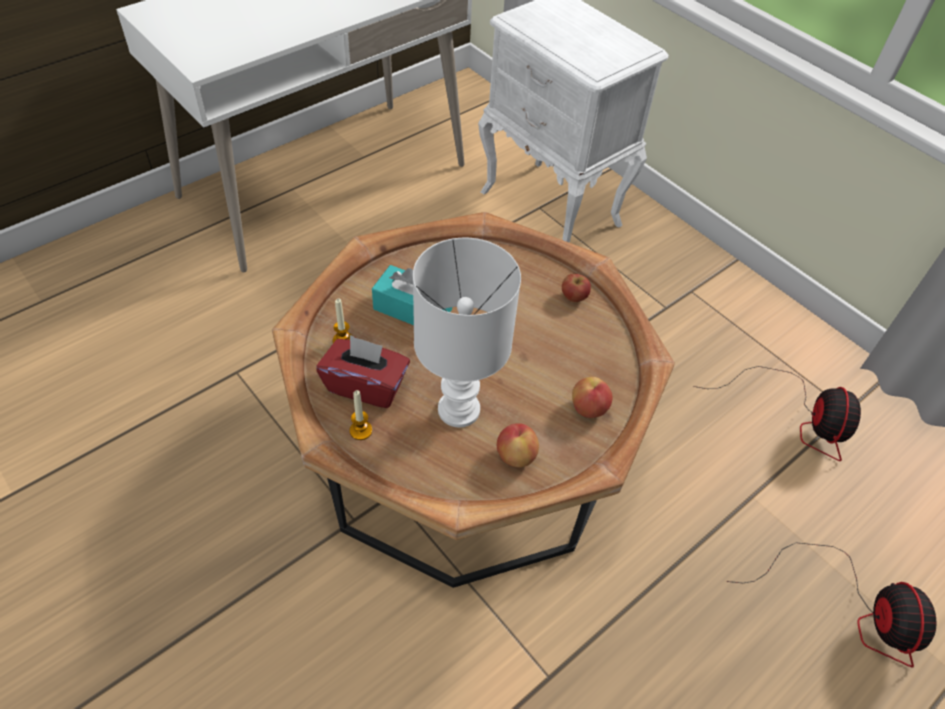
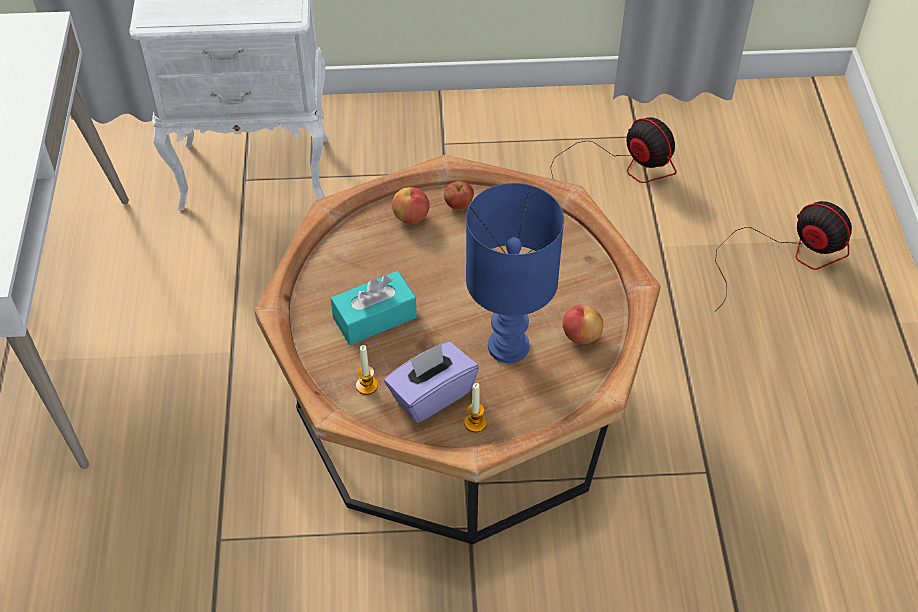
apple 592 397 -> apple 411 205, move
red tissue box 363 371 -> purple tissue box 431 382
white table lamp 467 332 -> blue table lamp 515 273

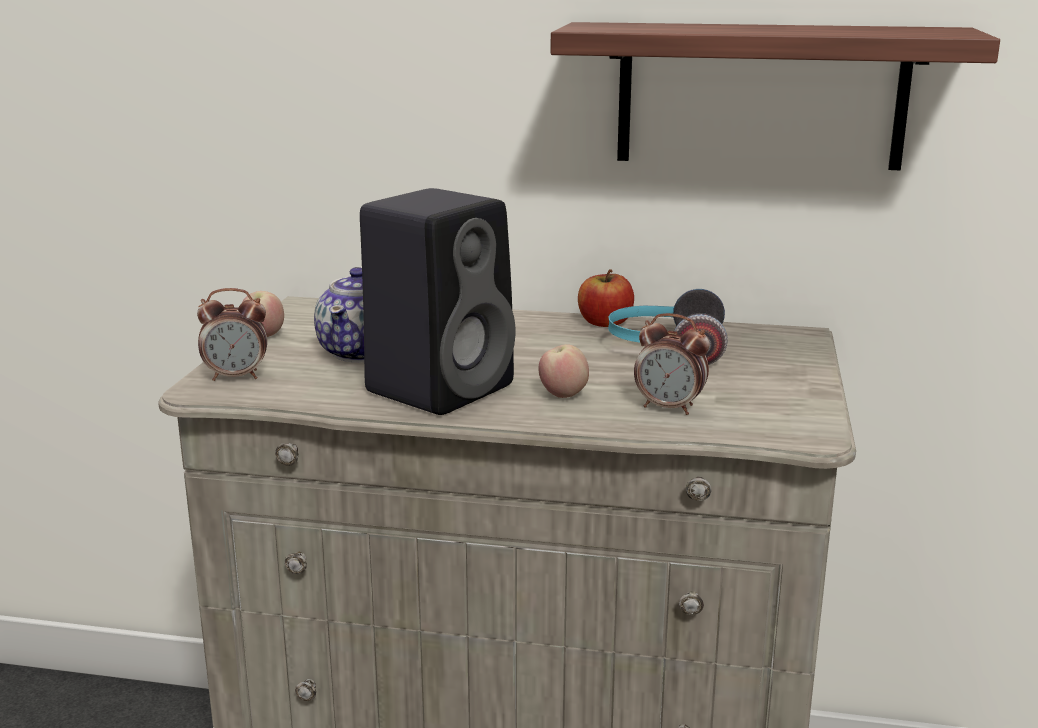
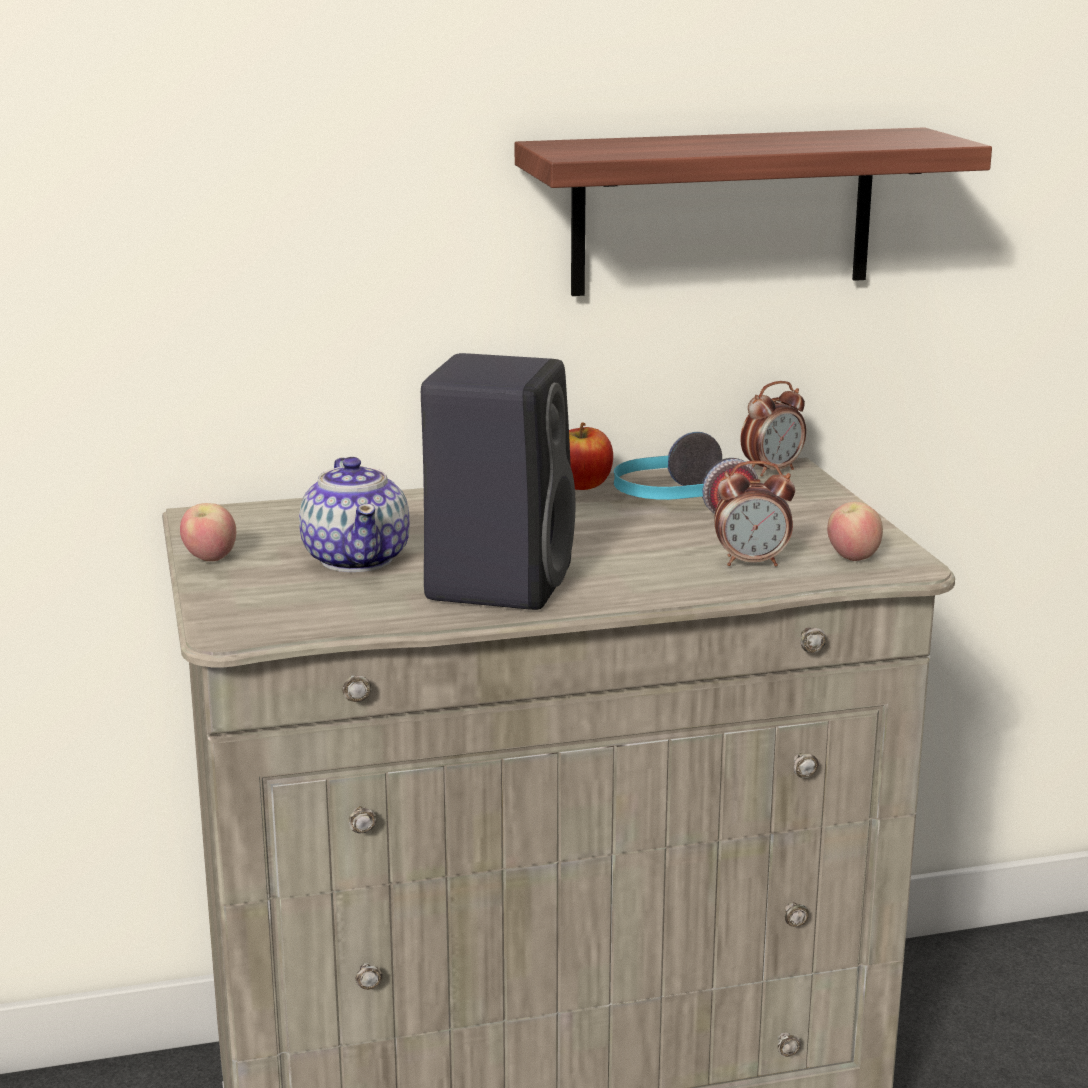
alarm clock 232 334 -> alarm clock 773 429, move
apple 564 371 -> apple 855 531, move

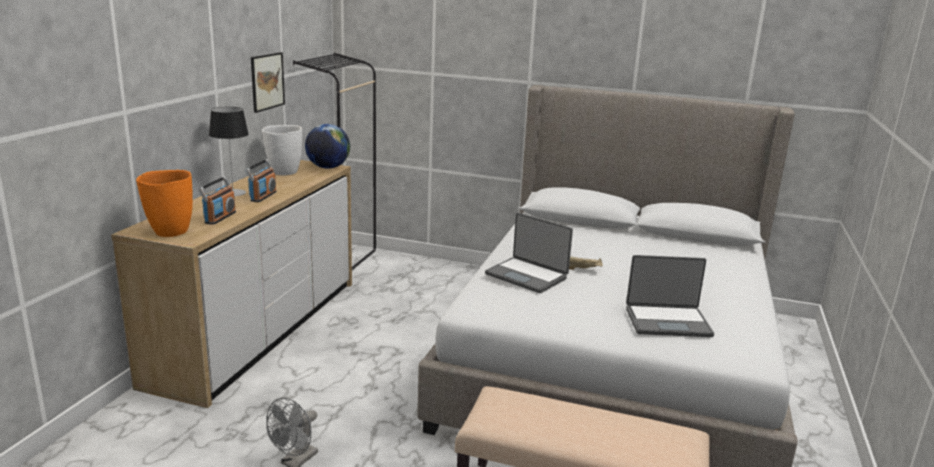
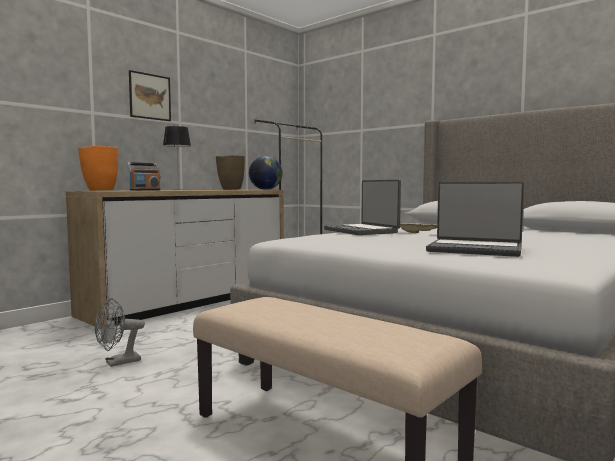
radio 261 180 -> none
picture 268 82 -> picture 150 95, move
white vase 282 150 -> brown vase 230 172

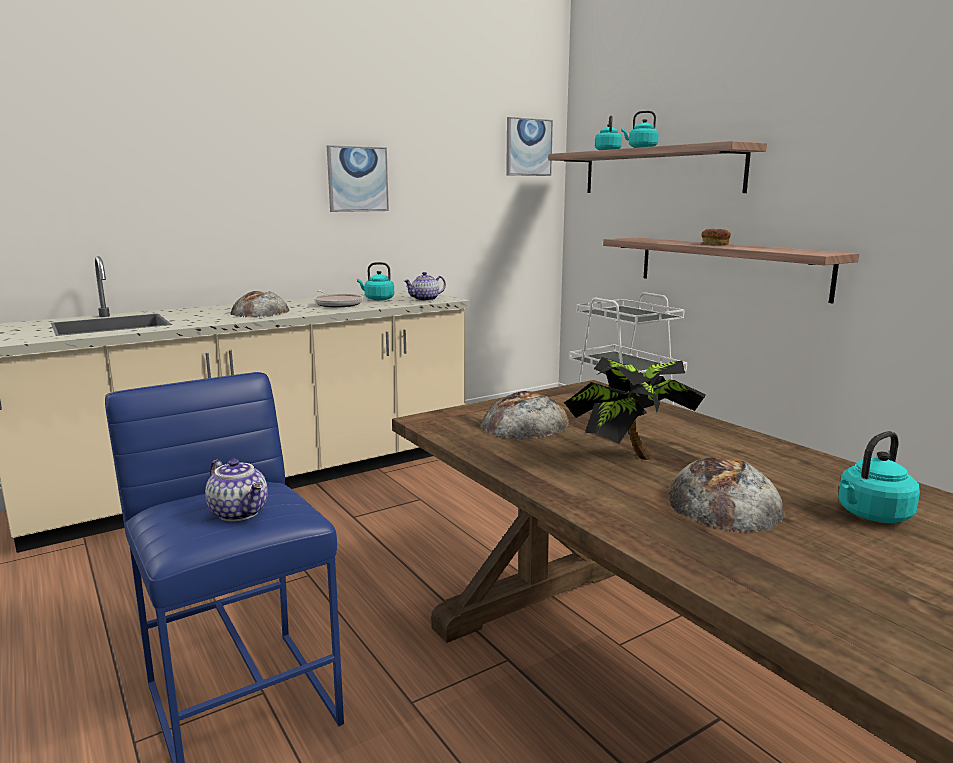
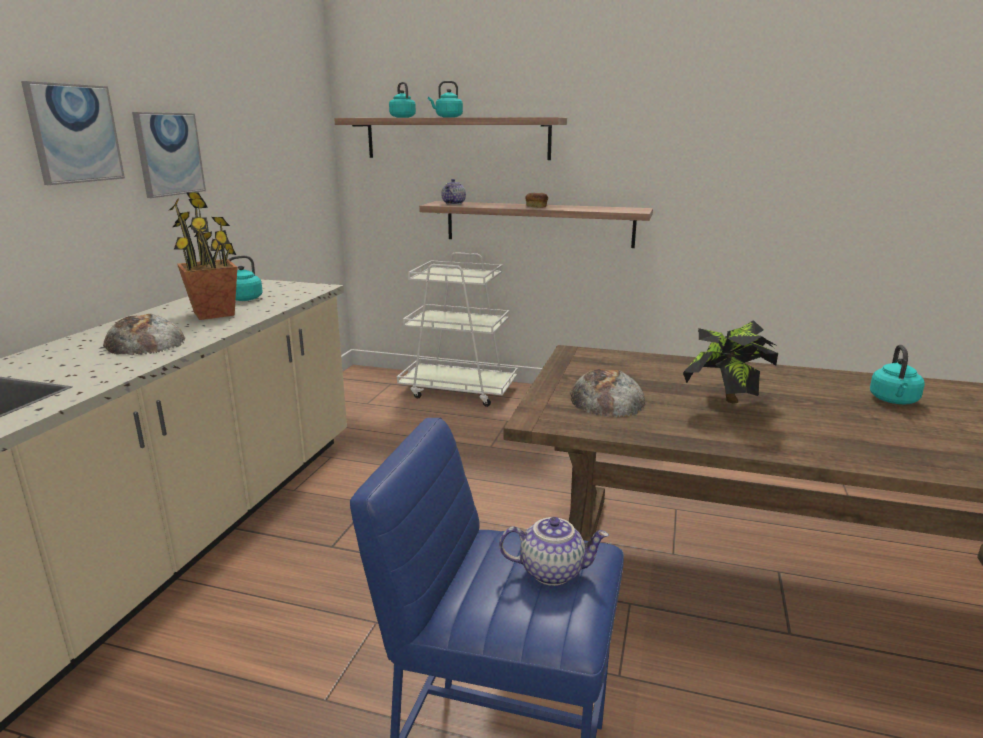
bread 726 495 -> none
teapot 425 286 -> teapot 453 192, move
picture 529 146 -> picture 73 133, move
frying pan 338 298 -> potted plant 203 256

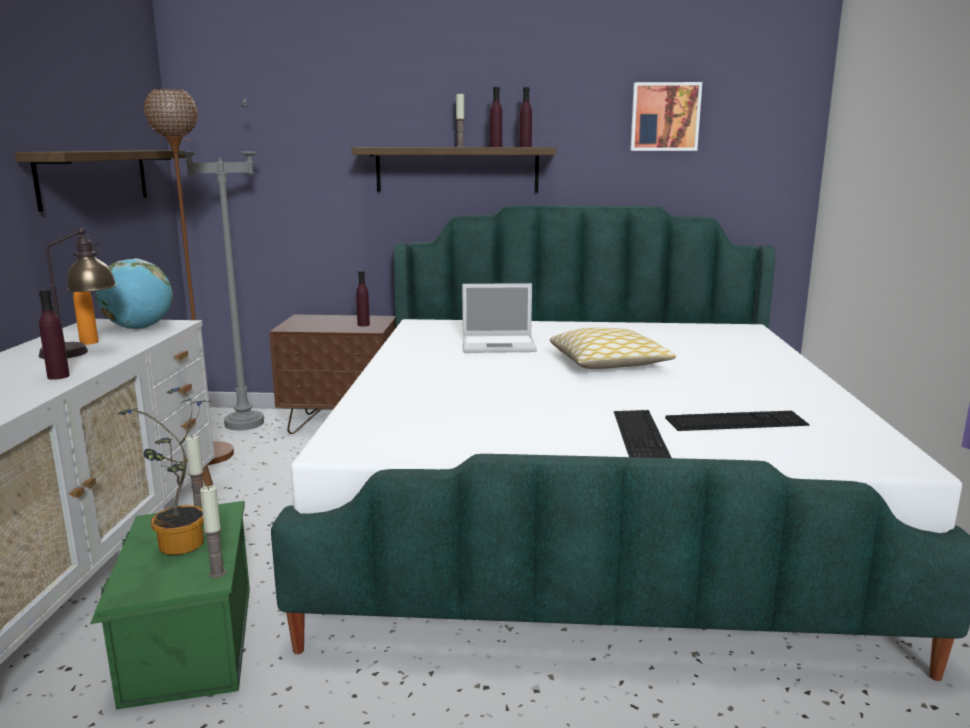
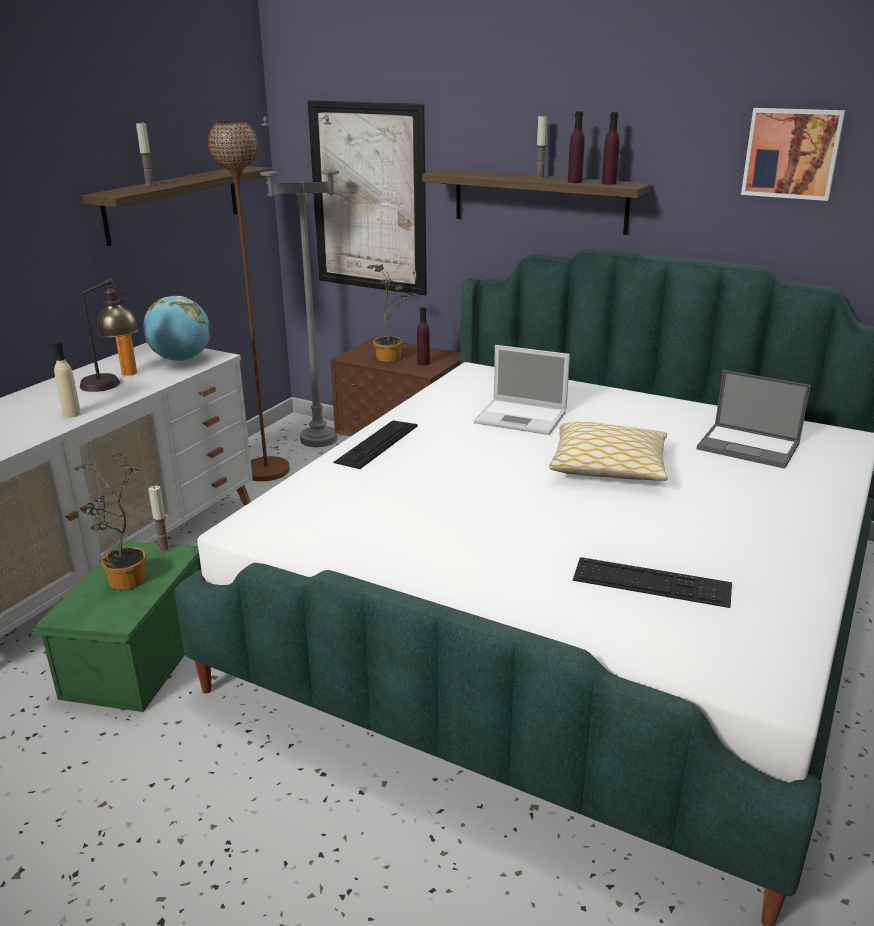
none -> picture 367 197
none -> potted plant 391 313
none -> laptop 754 419
candle 213 532 -> candle 145 153, move
keyboard 642 434 -> keyboard 375 444, move
purple bottle 54 334 -> beige bottle 67 380

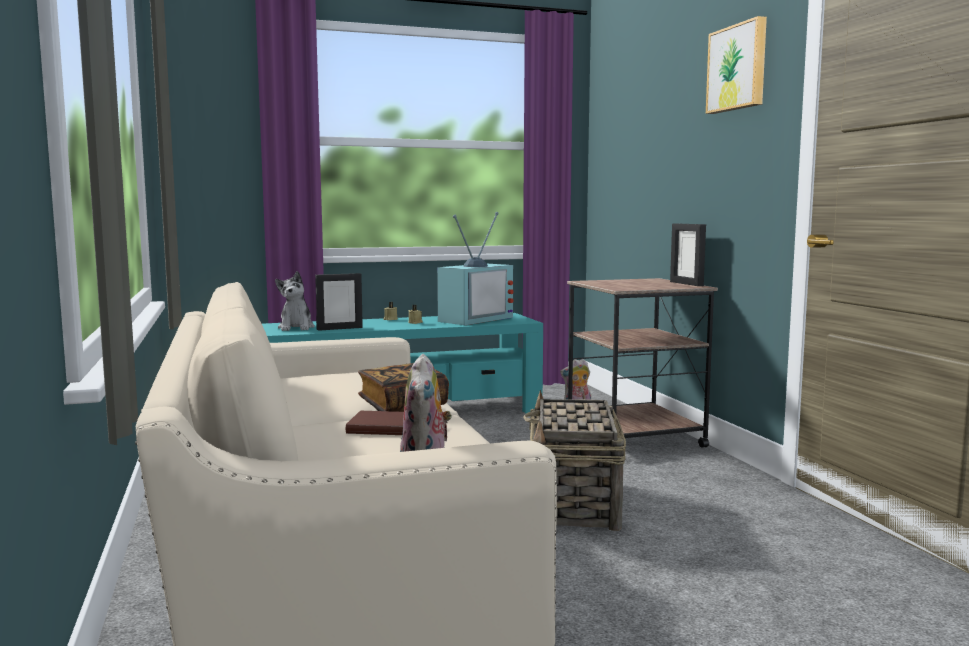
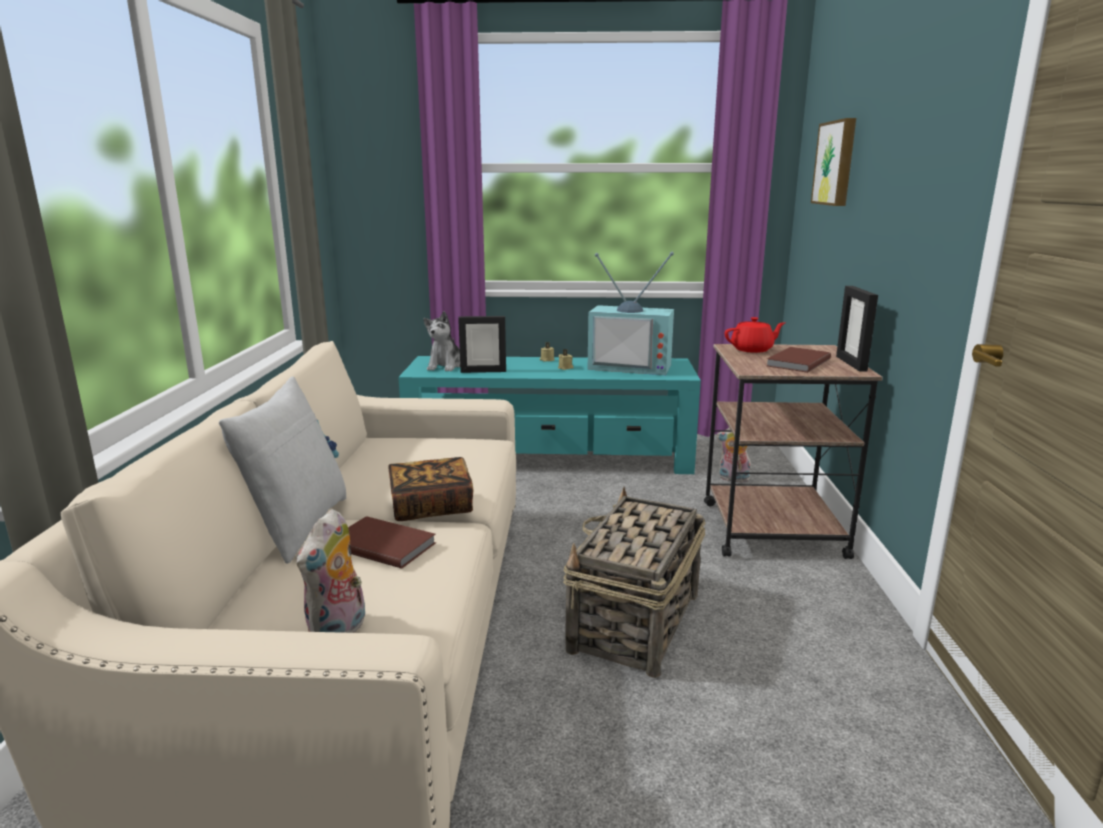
none -> grey pillow 282 470
none -> red teapot 755 335
none -> brown book 798 360
picture 736 65 -> picture 833 162, move
television 475 268 -> television 631 313, 45 degrees clockwise

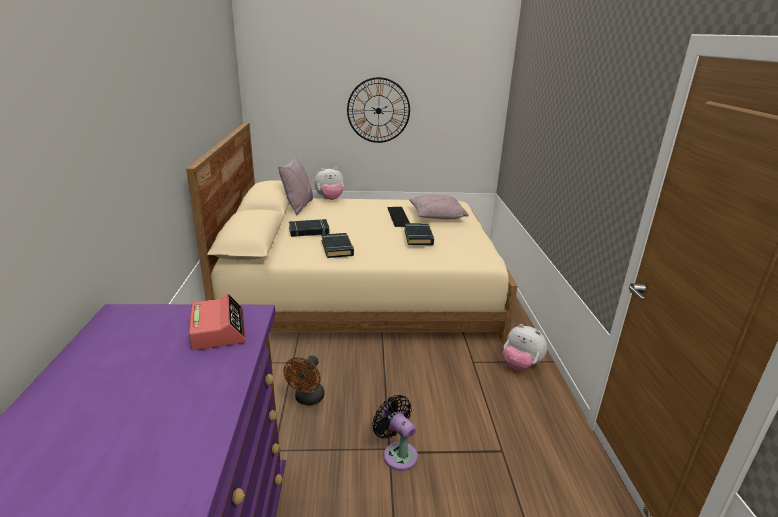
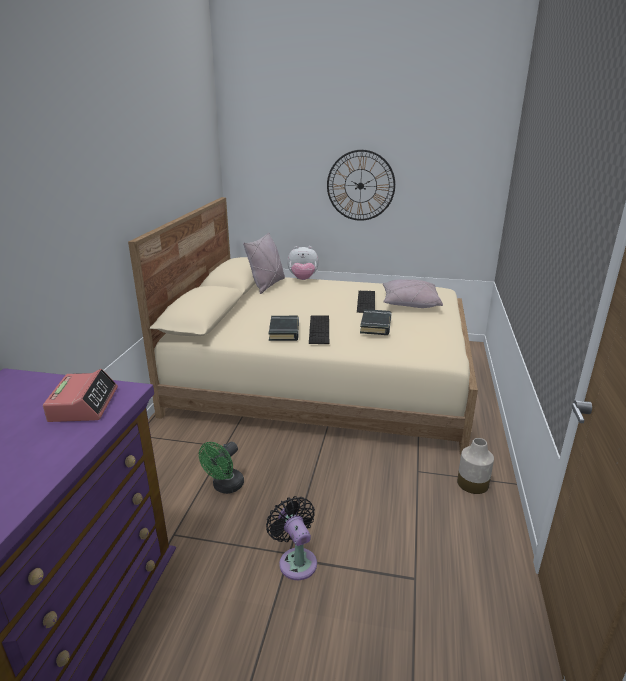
black book 309 228 -> none
none -> keyboard 319 330
plush toy 525 347 -> beige vase 475 466
brown fan 303 380 -> green fan 221 468

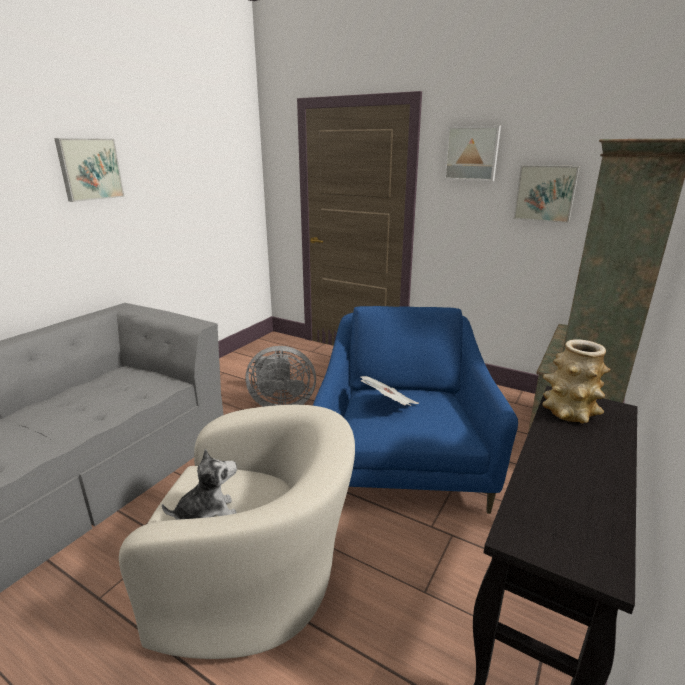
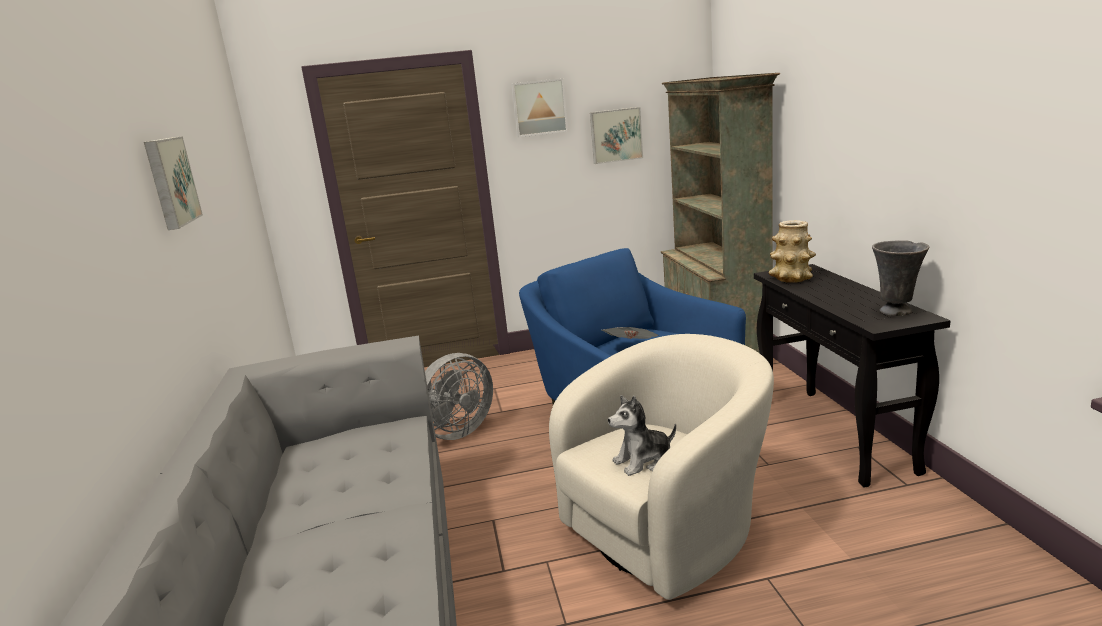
none -> grey vase 900 278
plush toy 199 484 -> plush toy 642 435, 135 degrees counterclockwise

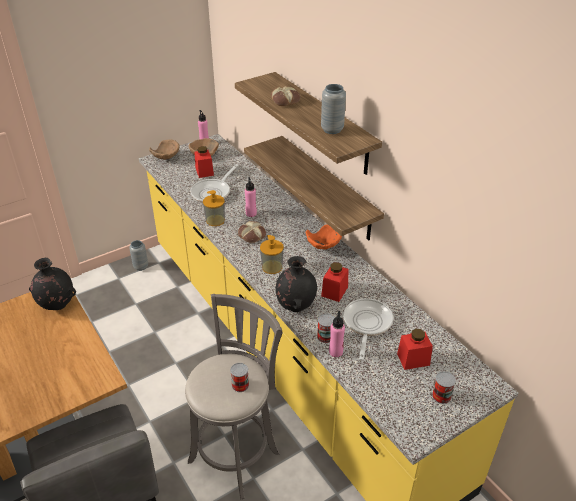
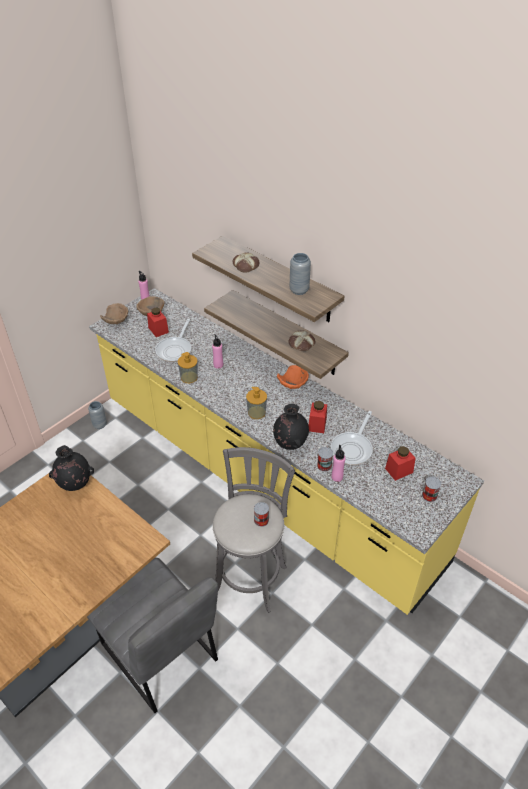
bread 252 232 -> bread 301 340, move
frying pan 368 329 -> frying pan 352 438, 150 degrees counterclockwise

